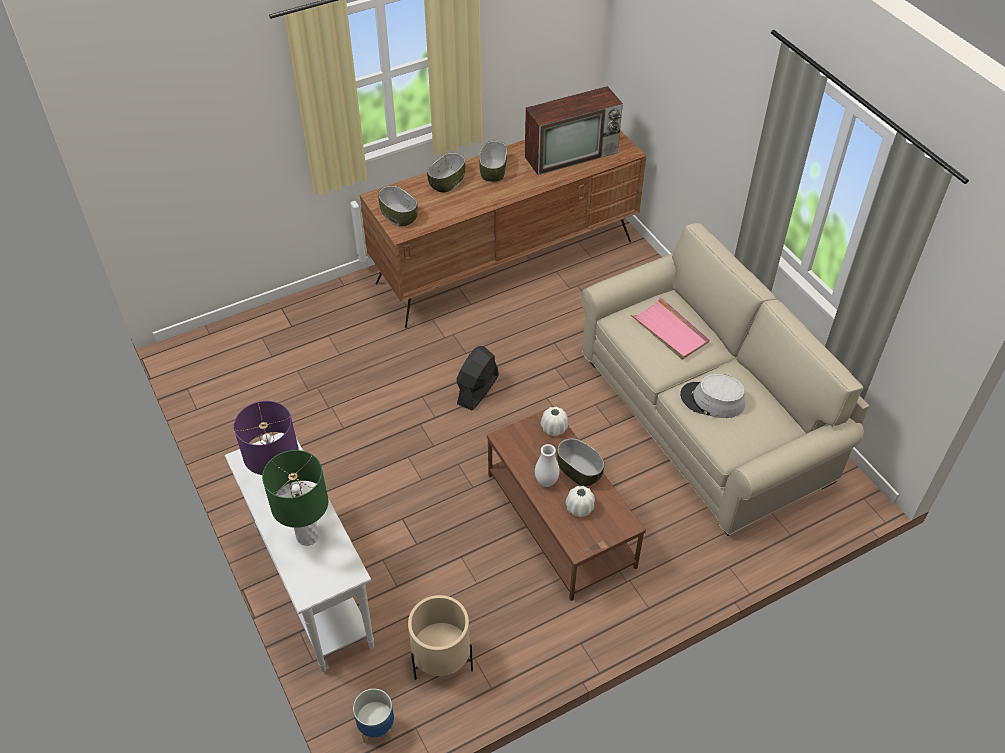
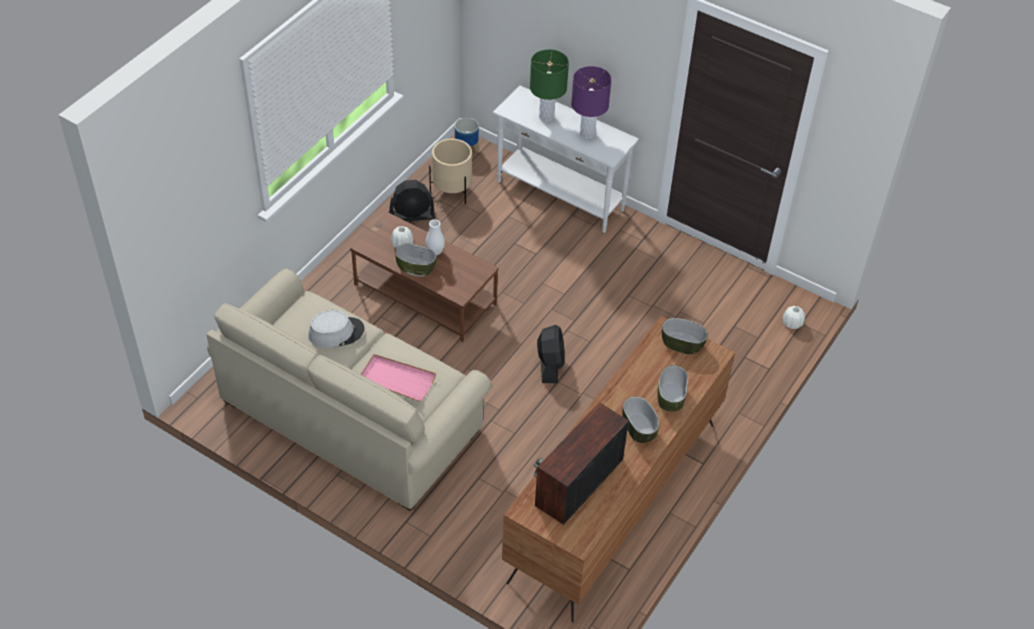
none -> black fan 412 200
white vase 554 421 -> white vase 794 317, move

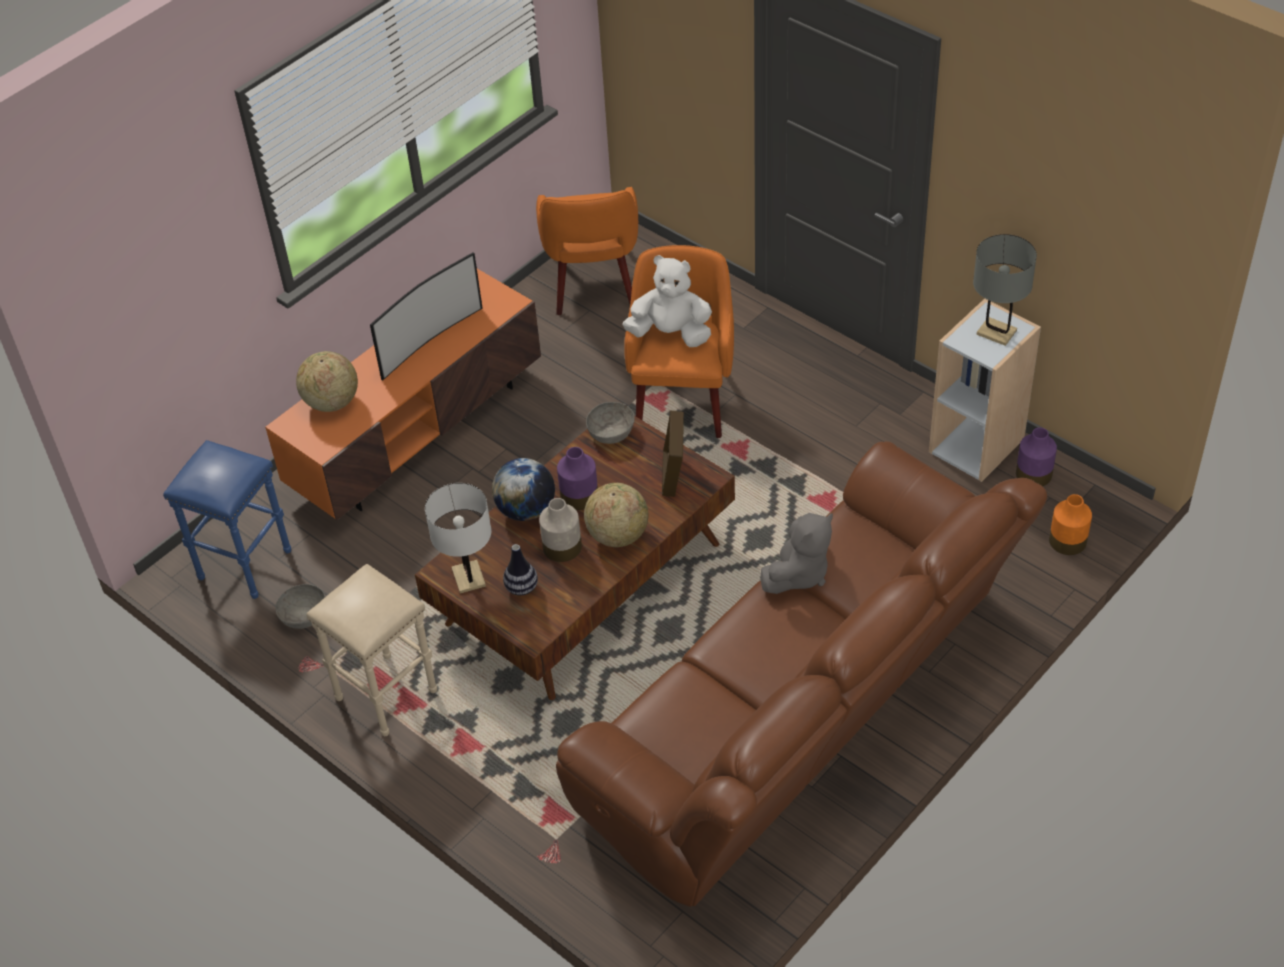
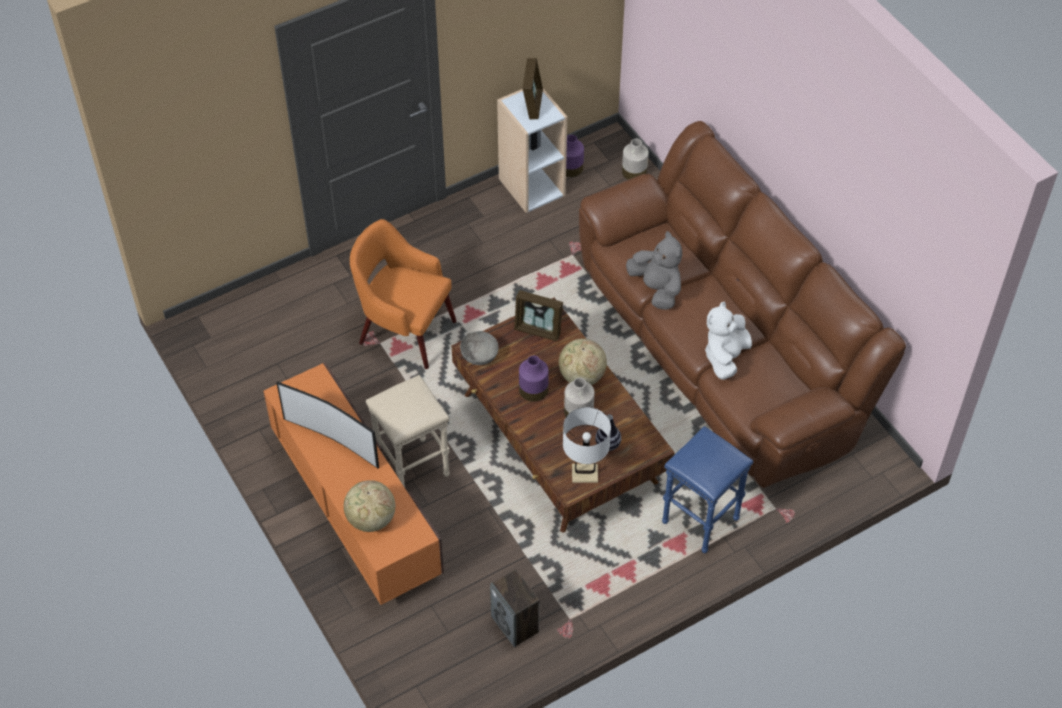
globe 523 489 -> none
orange armchair 587 251 -> none
blue stool 227 519 -> blue stool 707 489, move
beige stool 371 650 -> beige stool 408 431, move
white plush toy 667 301 -> white plush toy 728 340, move
grey bowl 300 606 -> speaker 514 608
grey table lamp 1005 290 -> picture frame 532 88
orange vase 1070 524 -> beige vase 635 159
television 426 316 -> television 328 425, 150 degrees clockwise

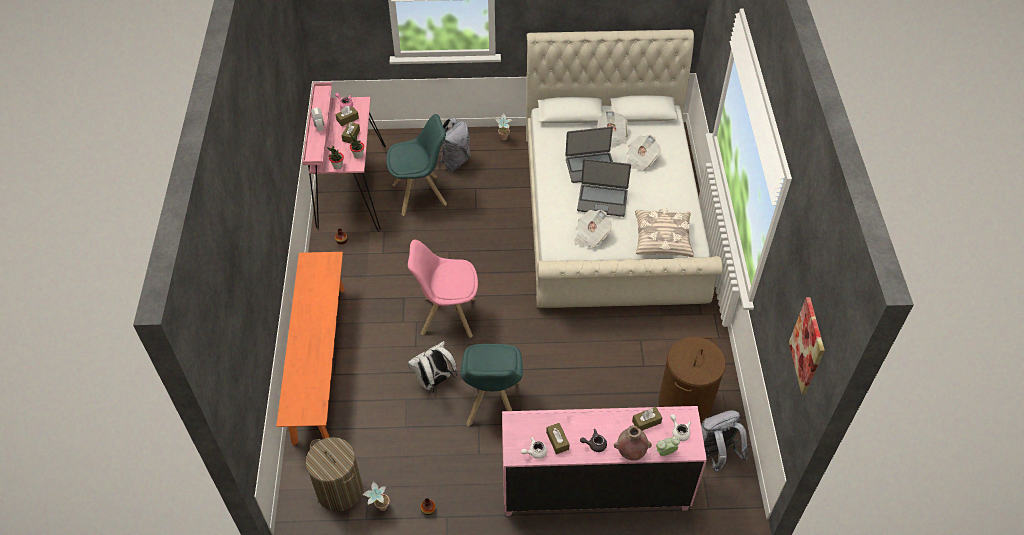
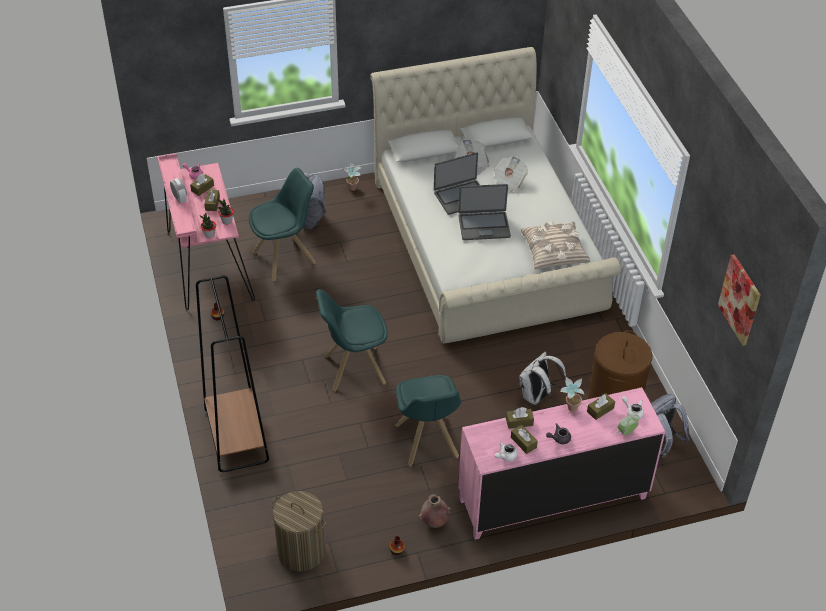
newspaper 593 229 -> none
none -> brown tissue box 520 418
potted plant 376 496 -> potted plant 572 394, move
white backpack 433 367 -> white backpack 542 378, move
brown vase 633 443 -> brown vase 435 511, move
orange bench 310 348 -> clothes rack 232 373
pink chair 443 289 -> turquoise chair 352 340

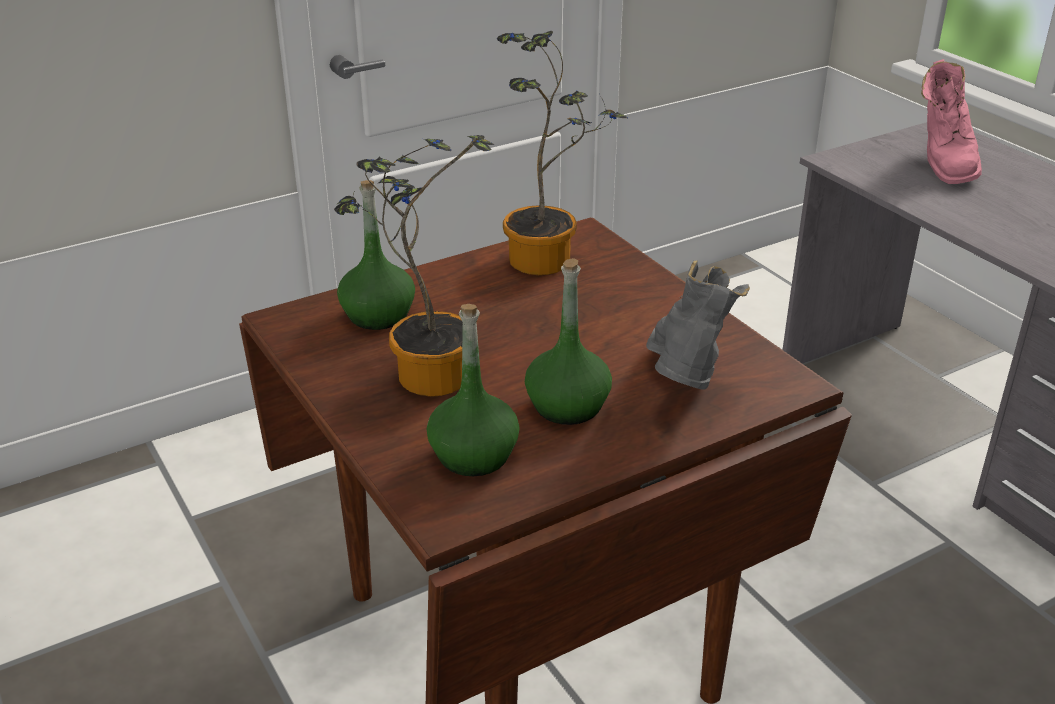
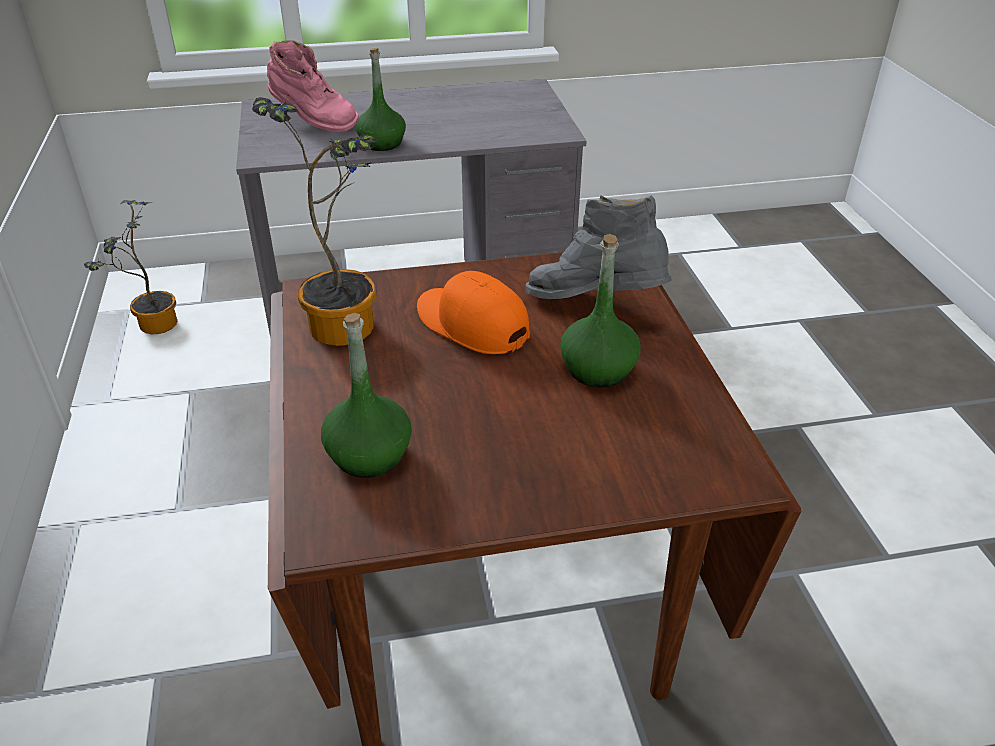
none -> orange cap 473 312
potted plant 414 266 -> potted plant 130 267, move
green bottle 473 390 -> green bottle 381 99, move

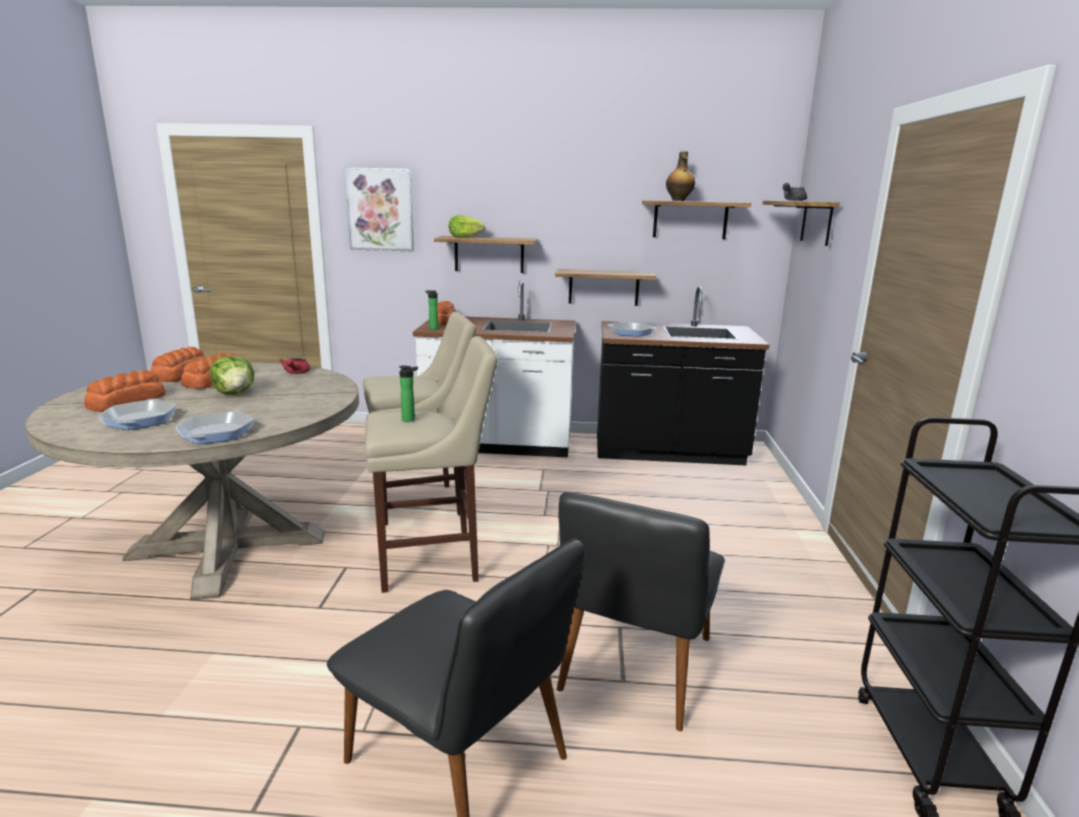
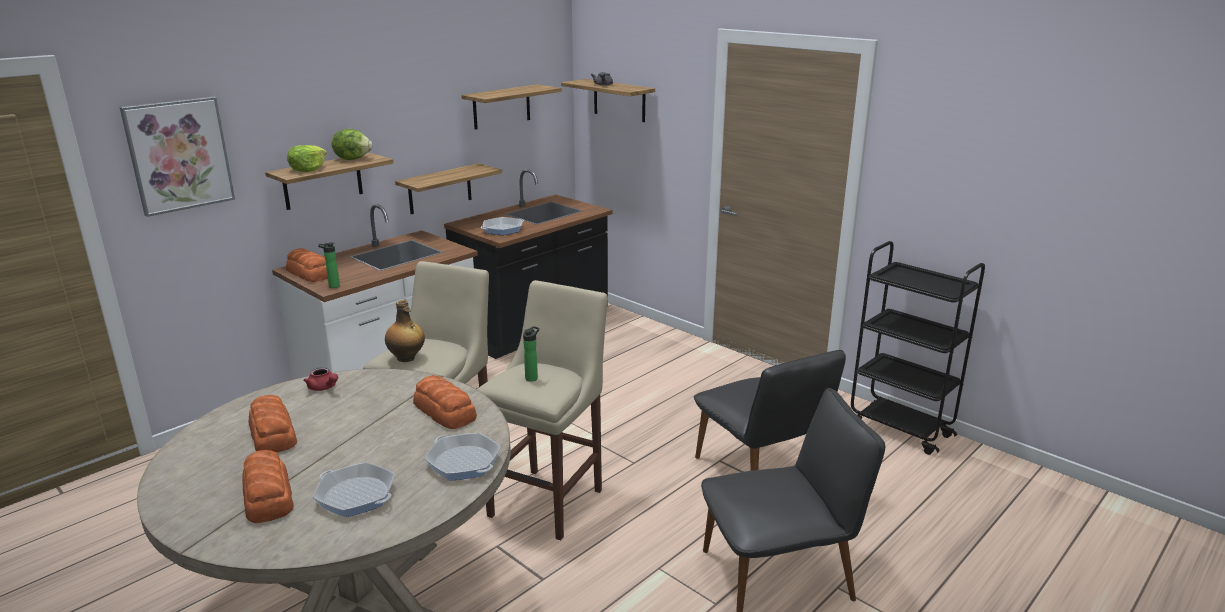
bread 178 364 -> bread 445 402, move
lettuce 232 375 -> lettuce 352 144, move
bottle 680 176 -> bottle 405 331, move

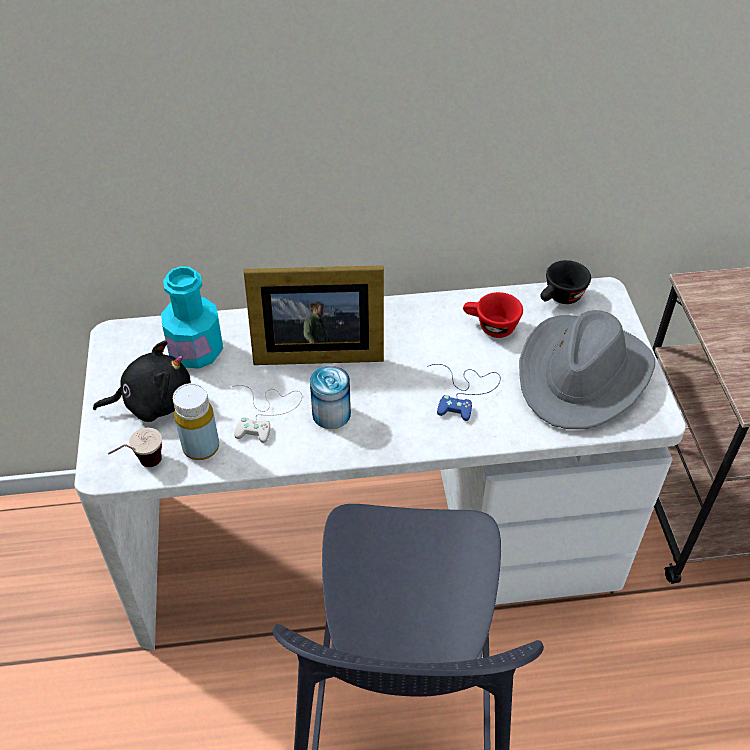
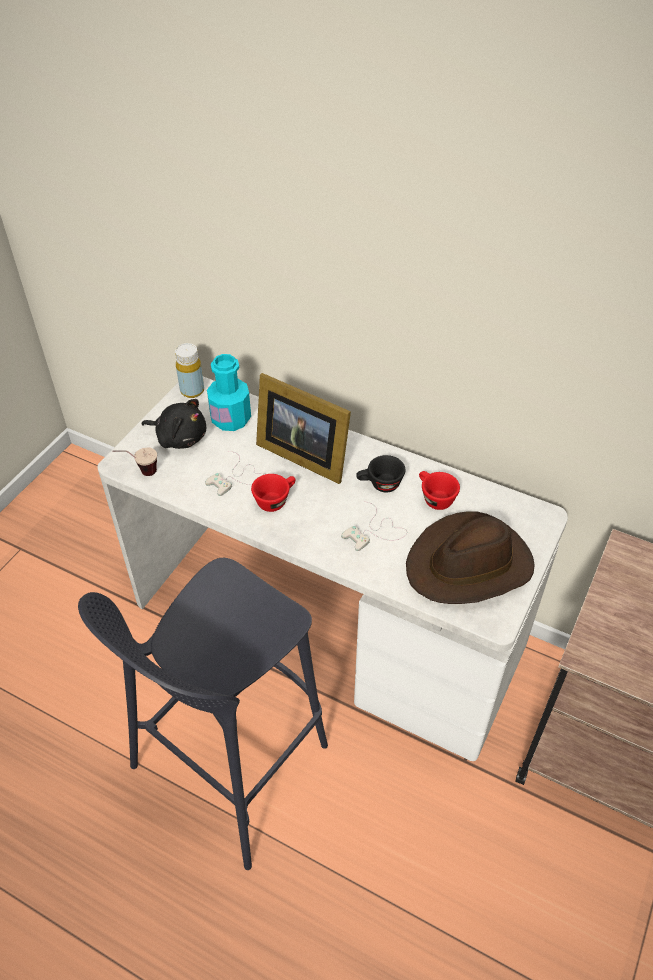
yellow bottle 196 421 -> yellow bottle 189 370, move
black cup 566 282 -> black cup 380 473, move
can 330 397 -> red cup 273 493
blue game controller 463 392 -> white game controller 374 526
grey hat 587 369 -> brown hat 470 557

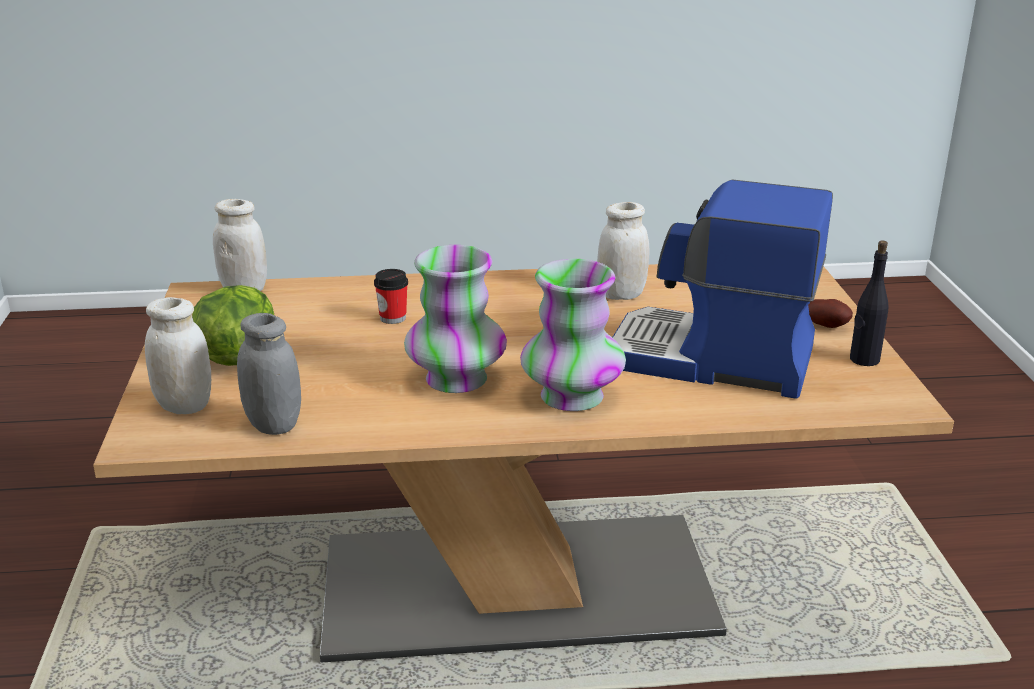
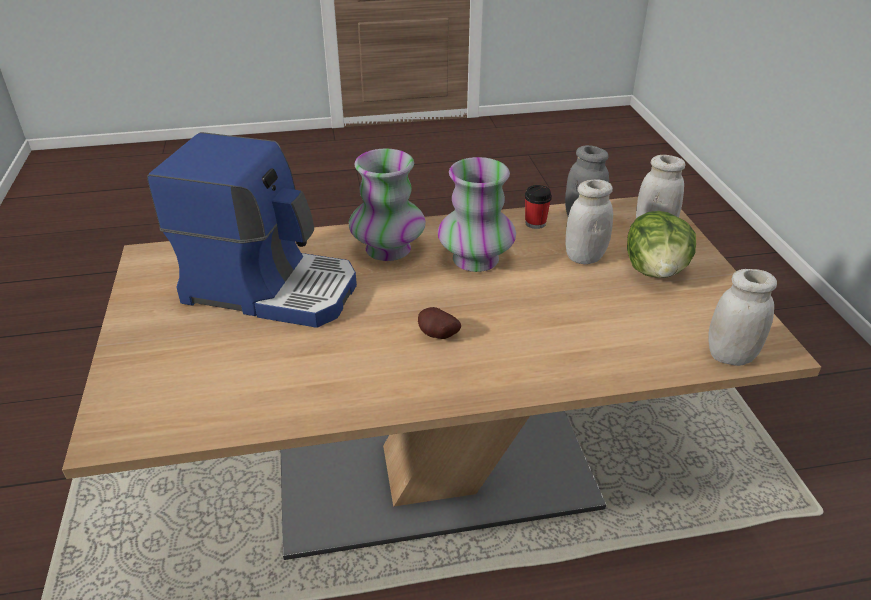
black bottle 869 303 -> none
cup 391 296 -> cup 538 207, move
white jar 623 251 -> white jar 589 221, move
potato 830 313 -> potato 439 323, move

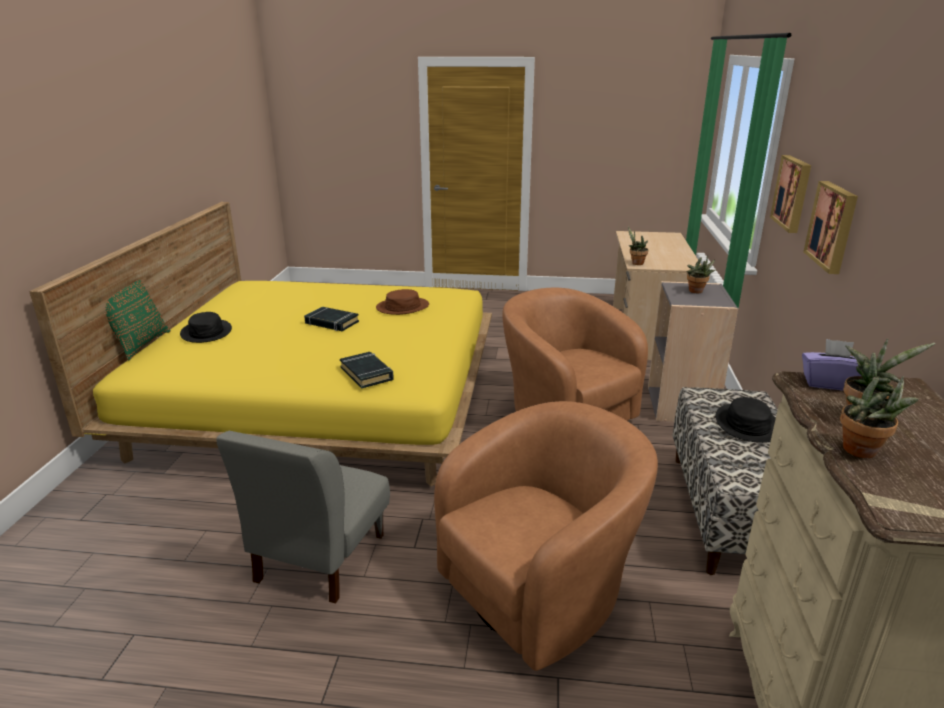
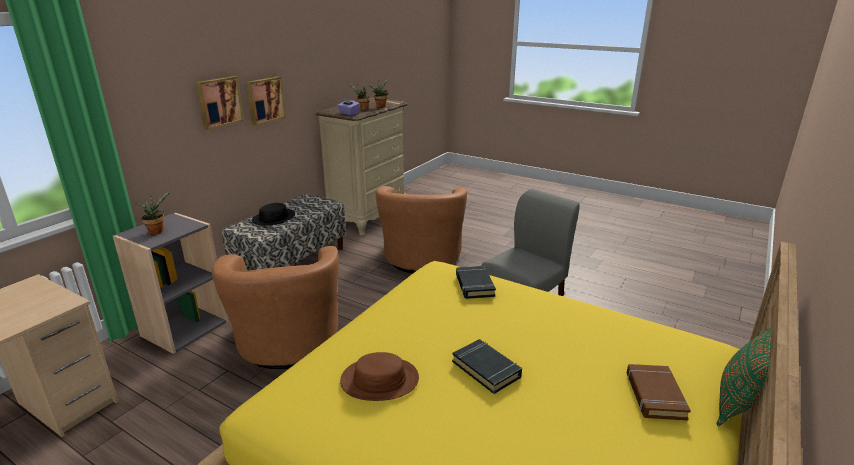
potted plant 638 246 -> none
picture 790 194 -> picture 266 101, move
black hat 206 327 -> brown book 659 392
brown armchair 546 536 -> brown armchair 421 229, 75 degrees counterclockwise

